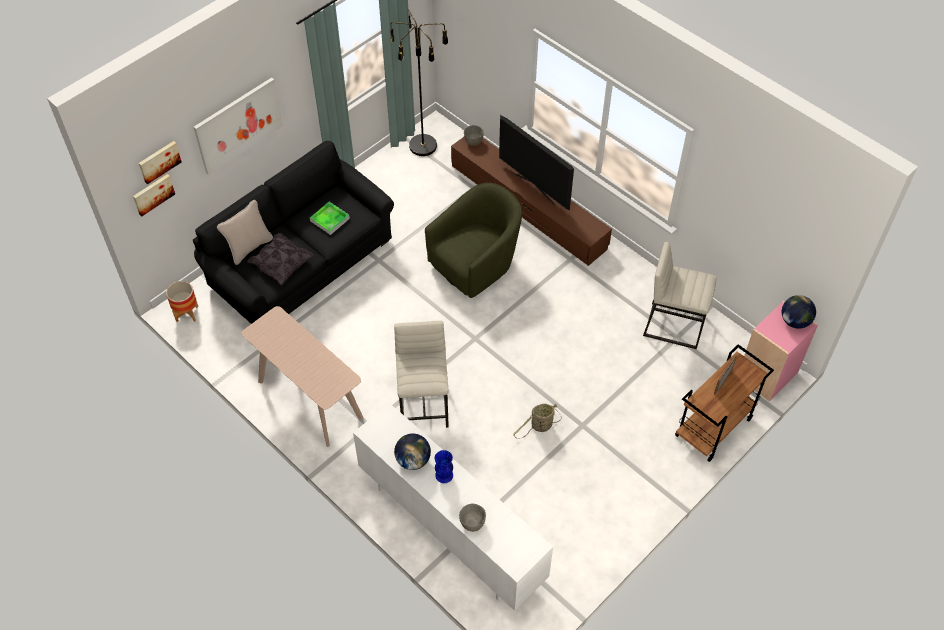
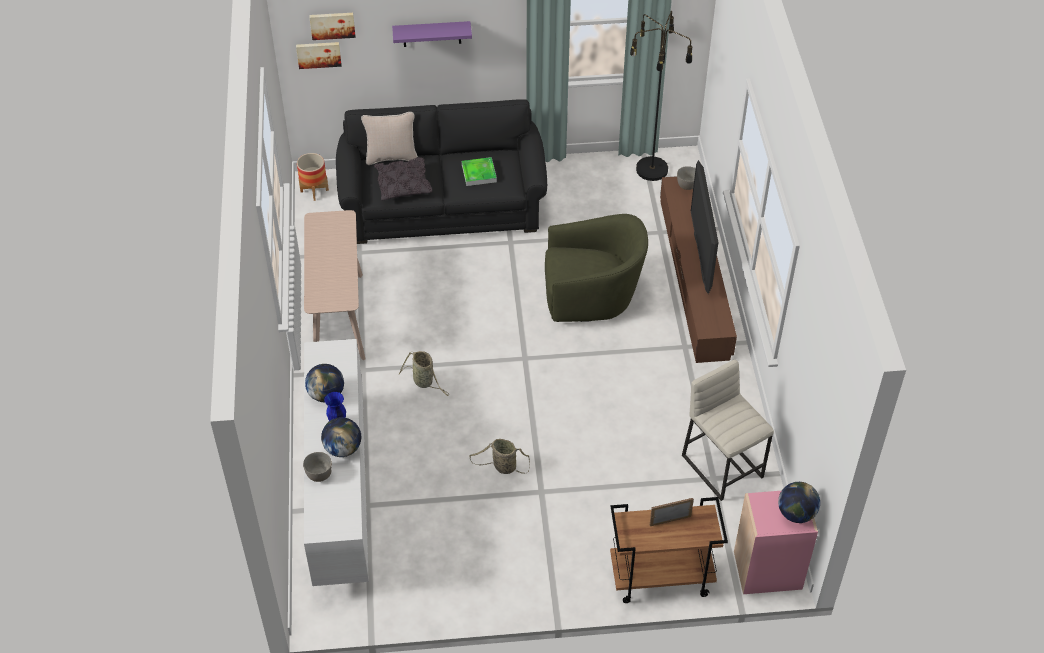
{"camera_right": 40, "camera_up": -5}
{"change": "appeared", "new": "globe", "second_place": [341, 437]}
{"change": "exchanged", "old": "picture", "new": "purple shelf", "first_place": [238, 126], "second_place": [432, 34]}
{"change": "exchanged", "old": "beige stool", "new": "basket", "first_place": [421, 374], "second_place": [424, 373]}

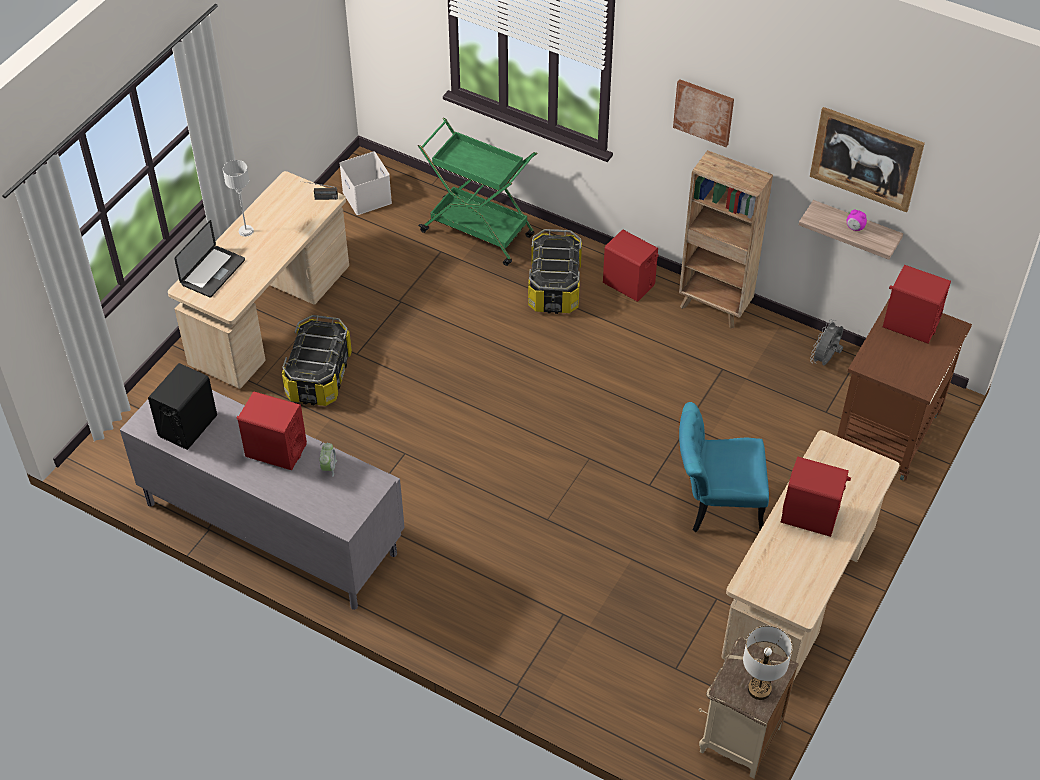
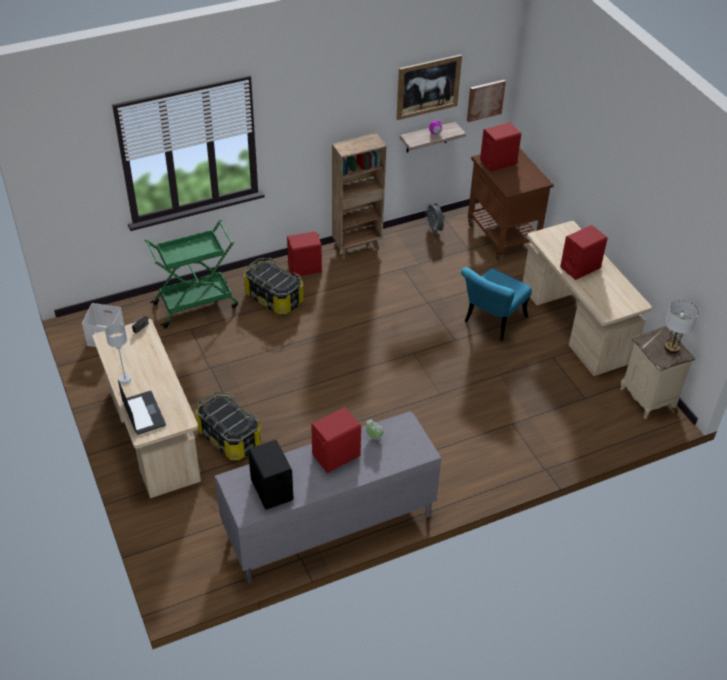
{"camera_right": -55, "camera_up": -5}
{"change": "relocated", "old": "picture", "first_place": [703, 113], "second_place": [486, 101]}

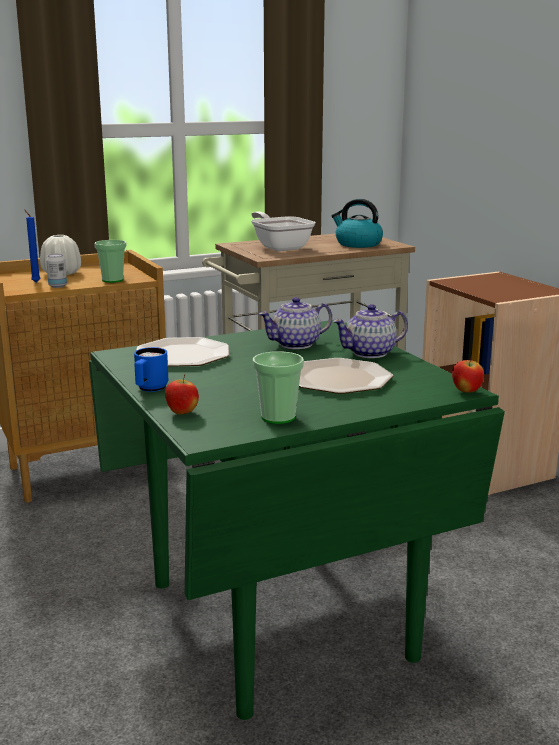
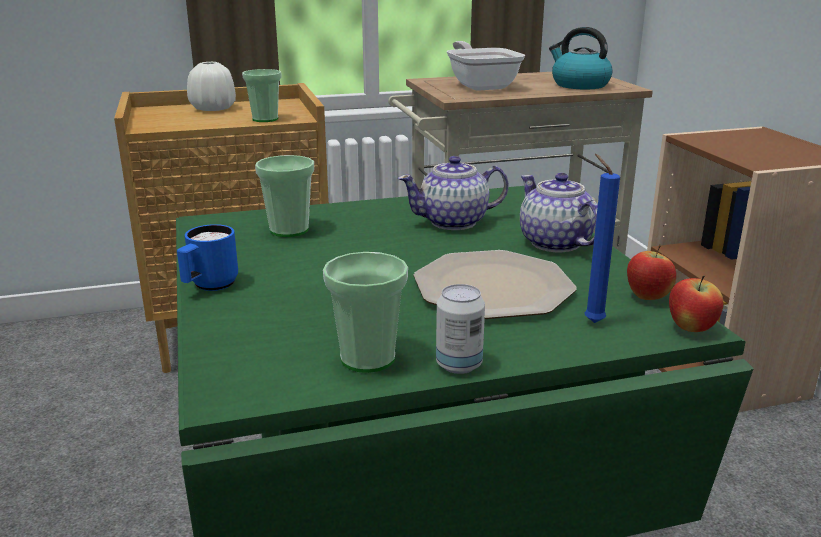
{"camera_right": 10, "camera_up": 5}
{"change": "relocated", "old": "blue candle", "first_place": [32, 246], "second_place": [602, 238]}
{"change": "relocated", "old": "can", "first_place": [56, 271], "second_place": [460, 329]}
{"change": "relocated", "old": "apple", "first_place": [182, 394], "second_place": [651, 272]}
{"change": "exchanged", "old": "plate", "new": "cup", "first_place": [182, 352], "second_place": [284, 196]}
{"change": "spun", "old": "teapot", "first_place": [370, 331], "second_place": [559, 212], "degrees": 75}

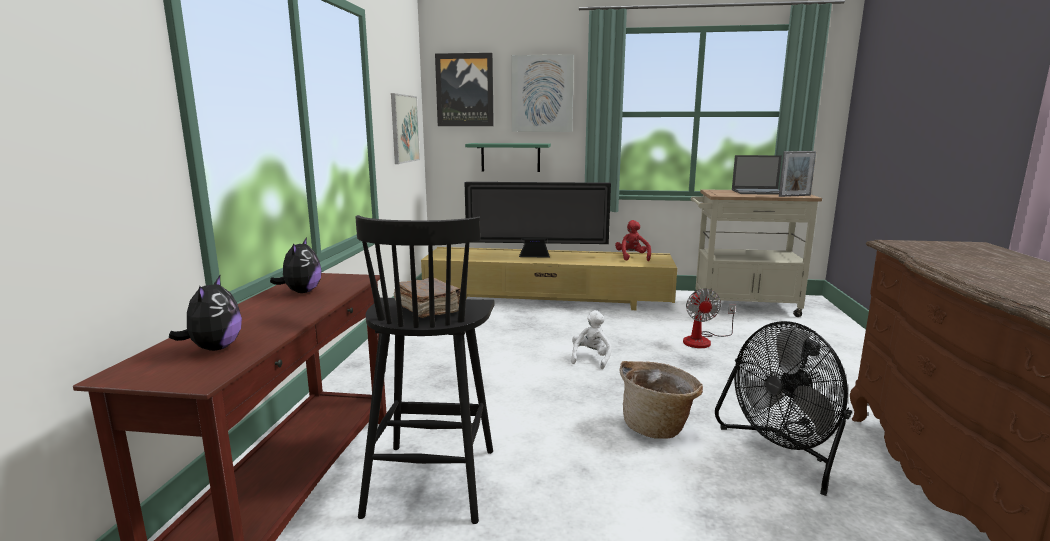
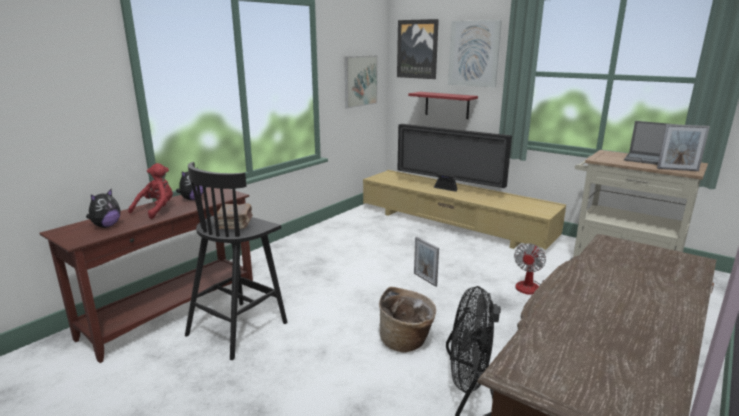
{"camera_right": 30, "camera_up": 5}
{"change": "relocated", "old": "red plush toy", "first_place": [633, 240], "second_place": [150, 191]}
{"change": "exchanged", "old": "white plush toy", "new": "picture frame", "first_place": [591, 339], "second_place": [426, 262]}
{"change": "colour", "old": "green shelf", "new": "red shelf", "first_place": [508, 157], "second_place": [443, 105]}

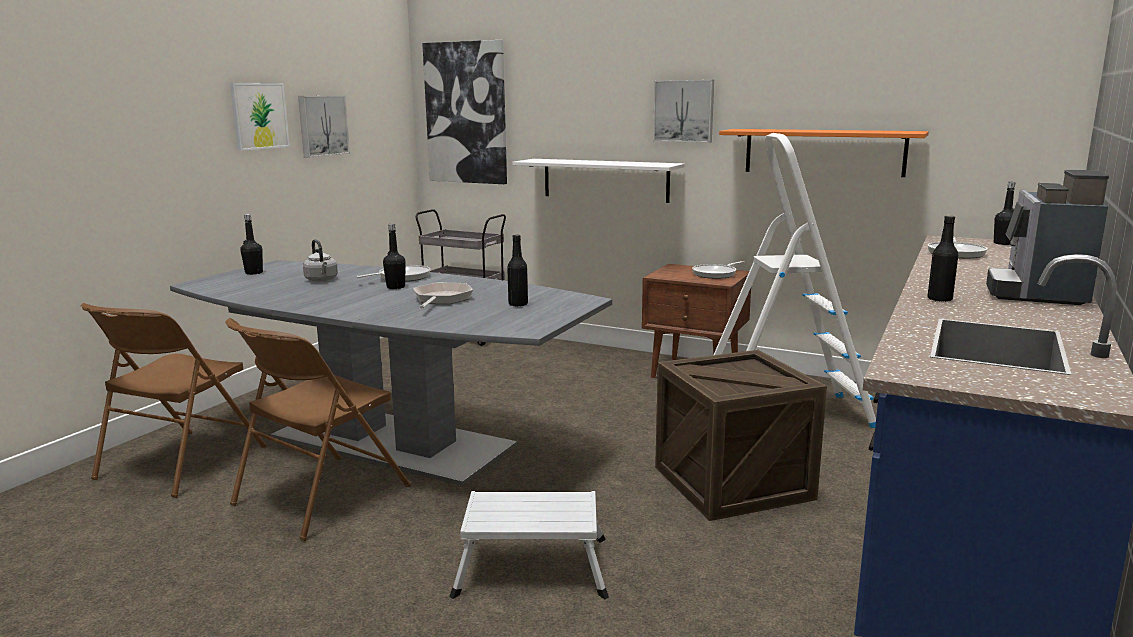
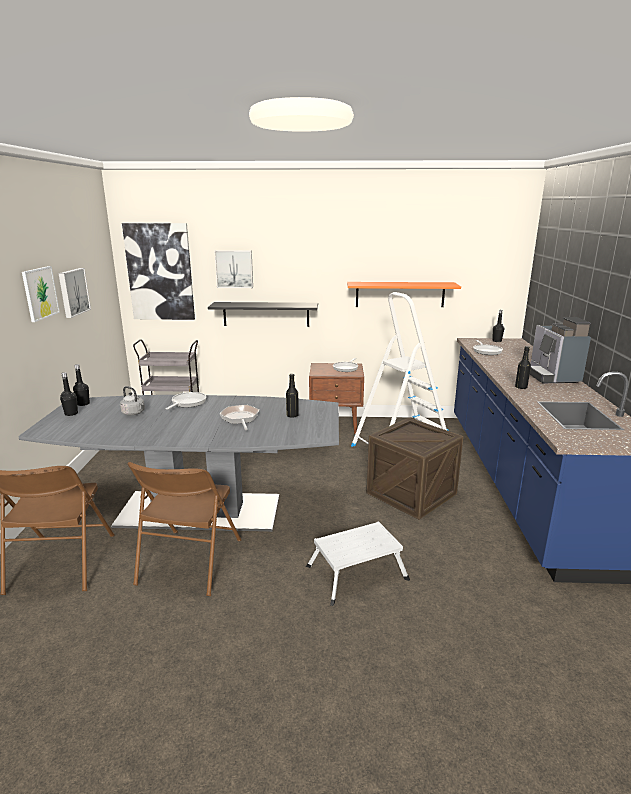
{"camera_right": -25, "camera_up": 5}
{"change": "relocated", "old": "black bottle", "first_place": [394, 256], "second_place": [81, 385]}
{"change": "relocated", "old": "picture", "first_place": [683, 111], "second_place": [234, 269]}
{"change": "colour", "old": "white shelf", "new": "black shelf", "first_place": [599, 181], "second_place": [263, 314]}

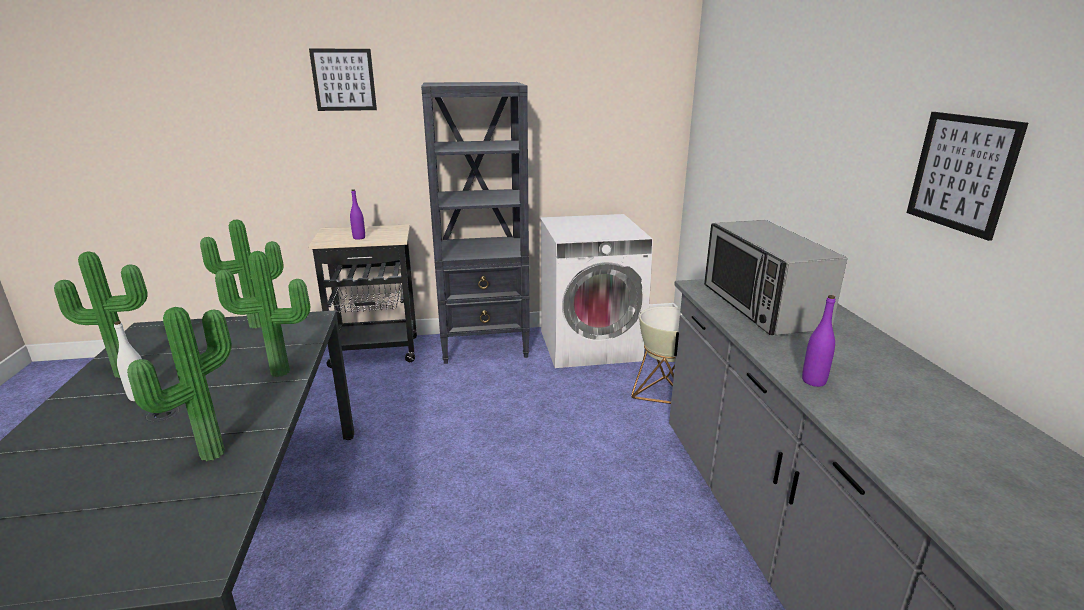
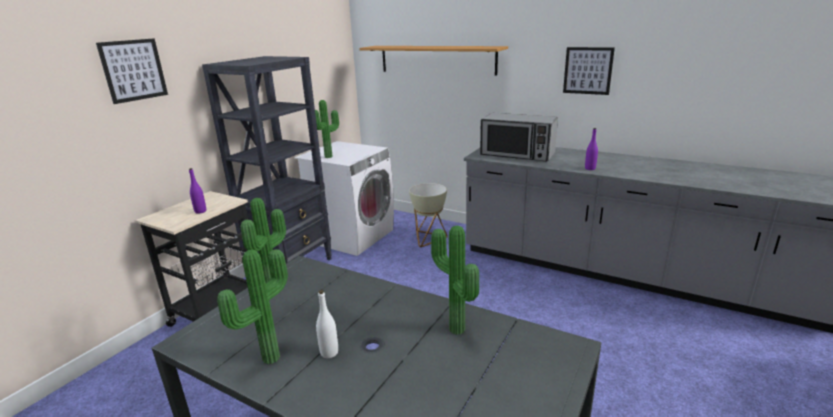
{"camera_right": -50, "camera_up": 0}
{"change": "appeared", "new": "shelf", "second_place": [433, 61]}
{"change": "relocated", "old": "potted plant", "first_place": [262, 314], "second_place": [327, 129]}

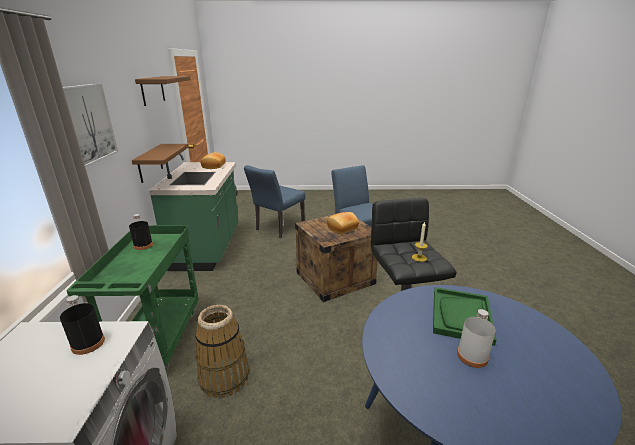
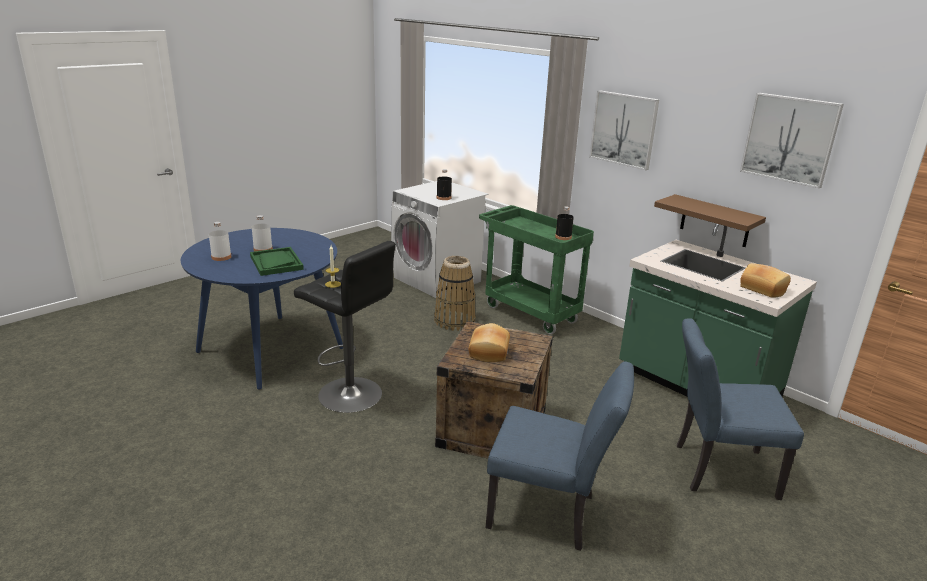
{"camera_right": 135, "camera_up": 0}
{"change": "appeared", "new": "white bottle", "second_place": [220, 241]}
{"change": "exchanged", "old": "brown shelf", "new": "picture", "first_place": [163, 91], "second_place": [792, 141]}
{"change": "spun", "old": "blue chair", "first_place": [274, 201], "second_place": [740, 409], "degrees": -75}

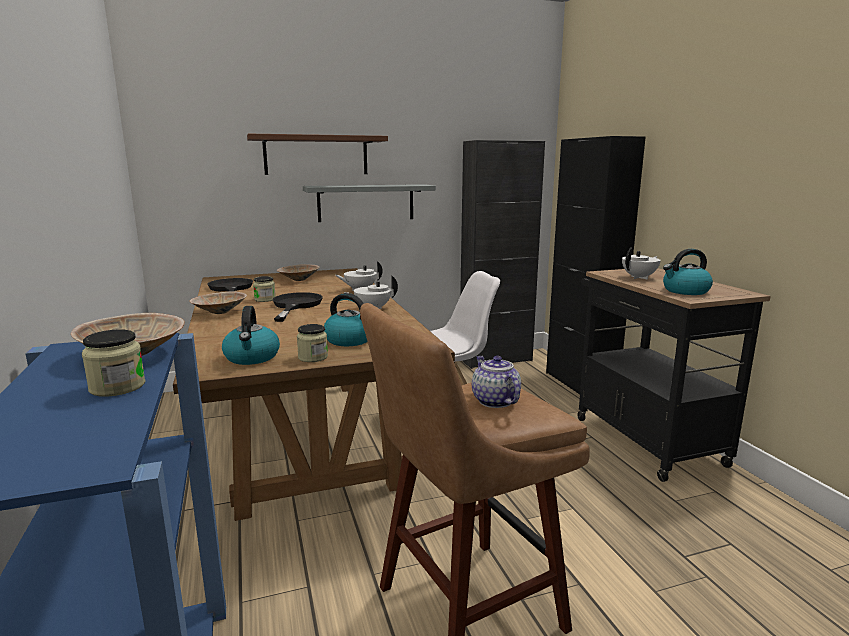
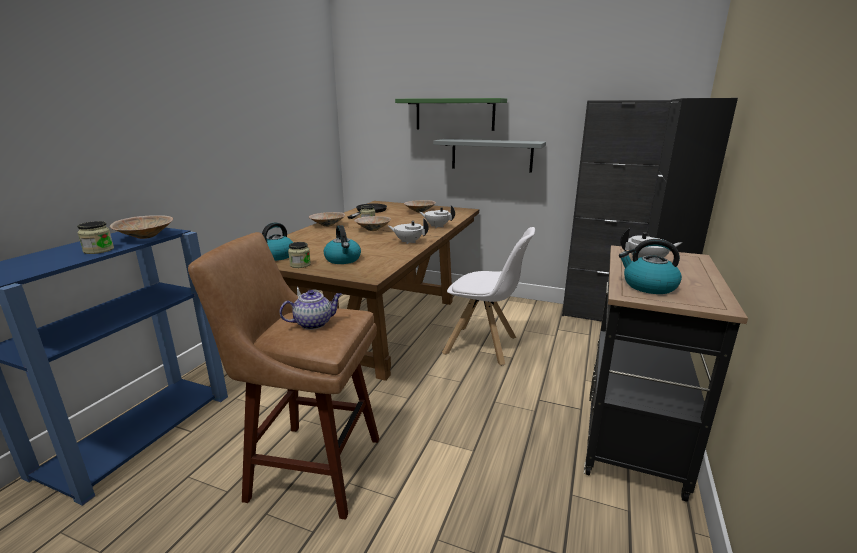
{"camera_right": 40, "camera_up": 5}
{"change": "exchanged", "old": "black frying pan", "new": "beige bowl", "first_place": [297, 307], "second_place": [372, 223]}
{"change": "colour", "old": "brown shelf", "new": "green shelf", "first_place": [317, 154], "second_place": [451, 114]}
{"change": "spun", "old": "teapot", "first_place": [496, 382], "second_place": [310, 310], "degrees": 45}

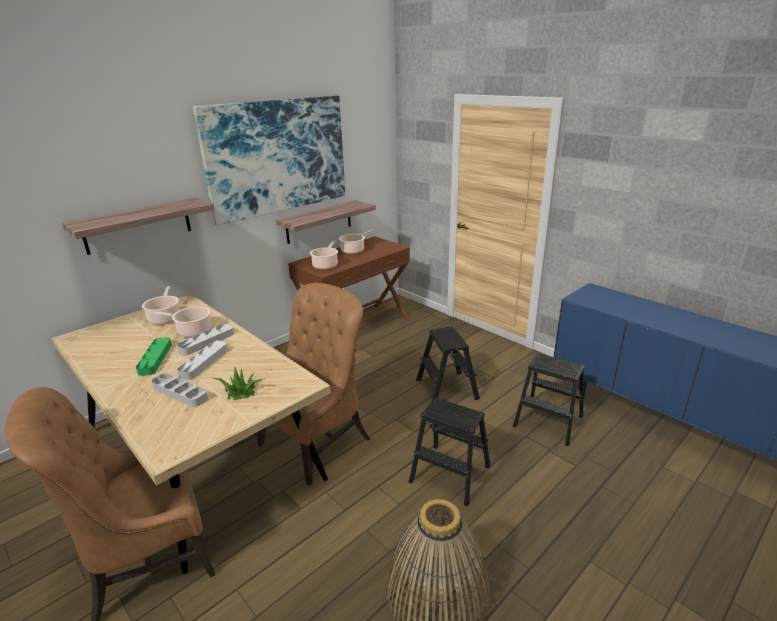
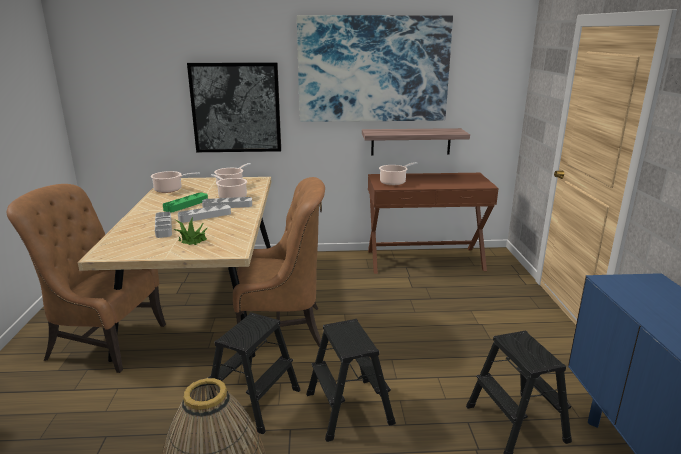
{"camera_right": 40, "camera_up": -5}
{"change": "relocated", "old": "cooking pot", "first_place": [356, 242], "second_place": [175, 182]}
{"change": "relocated", "old": "black step ladder", "first_place": [448, 363], "second_place": [254, 373]}
{"change": "exchanged", "old": "shelf", "new": "picture", "first_place": [138, 226], "second_place": [234, 107]}

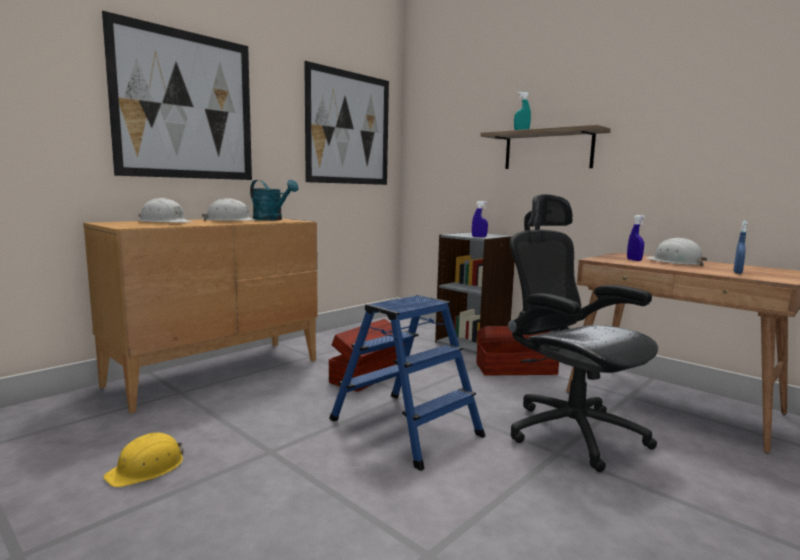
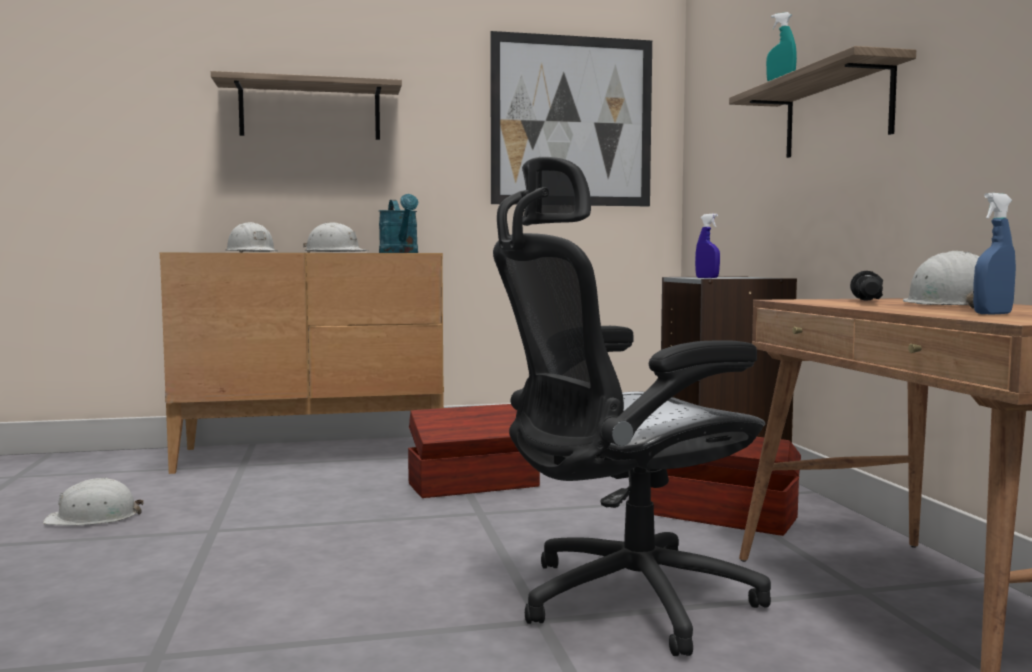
{"camera_right": 35, "camera_up": -5}
{"change": "missing", "old": "blue step ladder", "first_place": [407, 383]}
{"change": "exchanged", "old": "picture", "new": "shelf", "first_place": [177, 95], "second_place": [306, 105]}
{"change": "exchanged", "old": "blue spray bottle", "new": "black flashlight", "first_place": [636, 238], "second_place": [866, 286]}
{"change": "colour", "old": "yellow hard hat", "new": "white hard hat", "first_place": [143, 459], "second_place": [93, 502]}
{"change": "spun", "old": "office chair", "first_place": [583, 333], "second_place": [632, 406], "degrees": -120}

